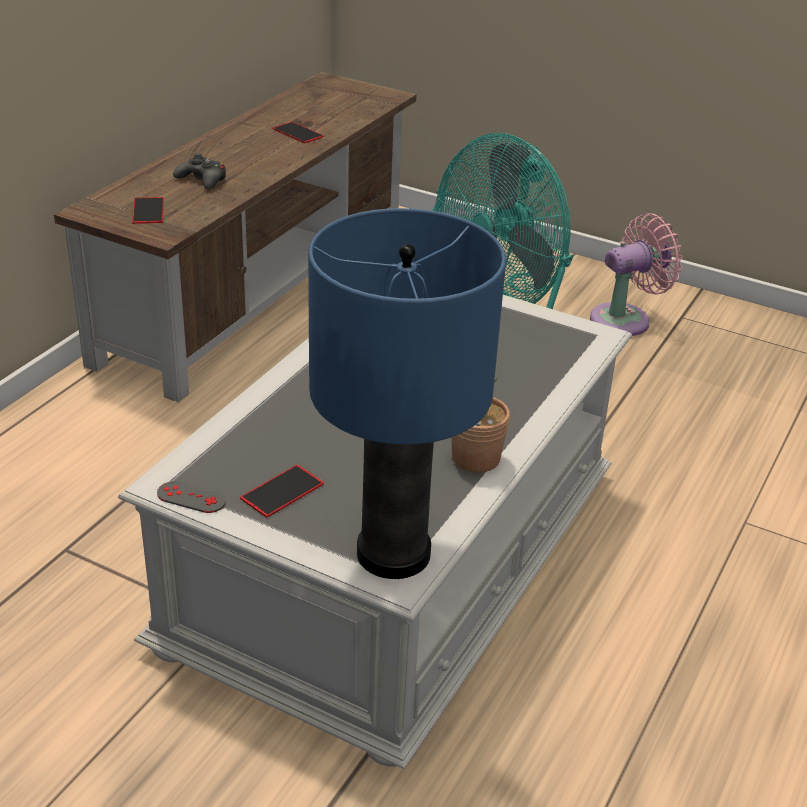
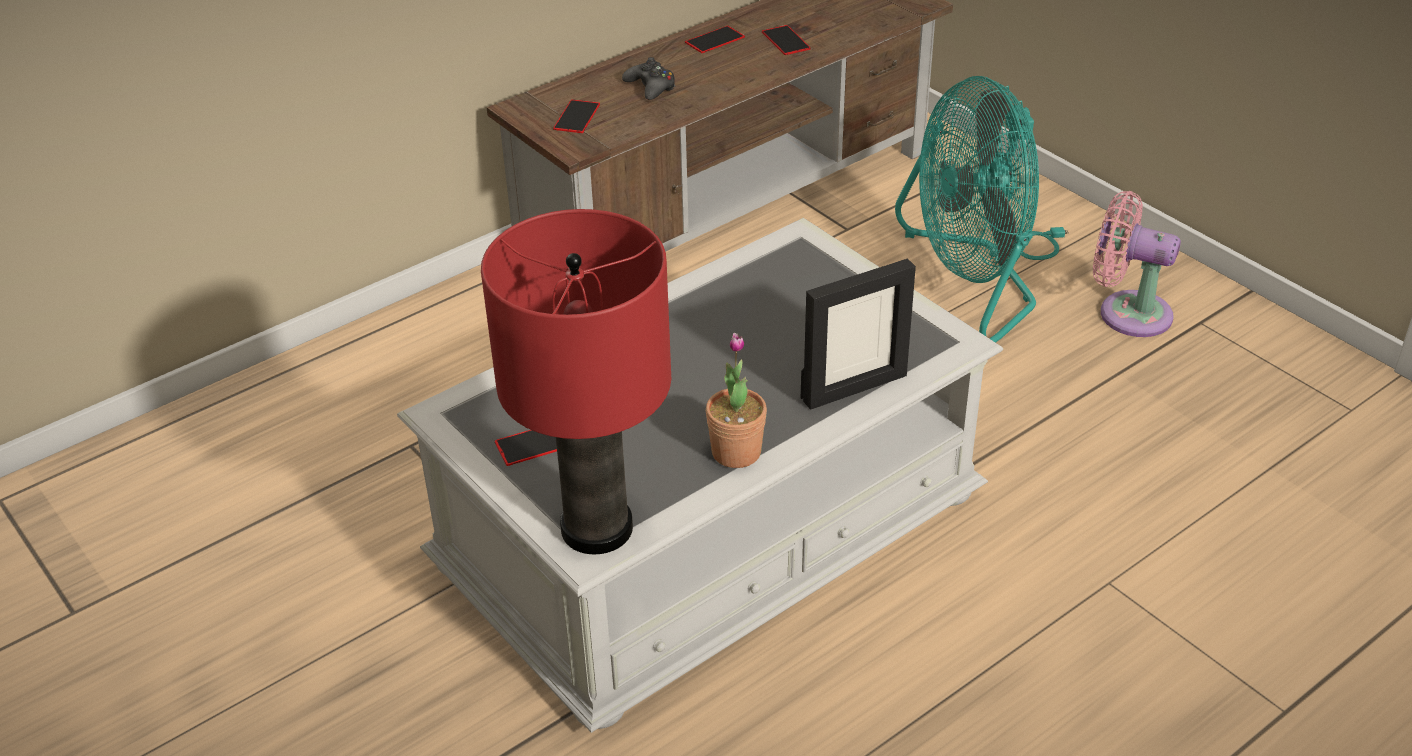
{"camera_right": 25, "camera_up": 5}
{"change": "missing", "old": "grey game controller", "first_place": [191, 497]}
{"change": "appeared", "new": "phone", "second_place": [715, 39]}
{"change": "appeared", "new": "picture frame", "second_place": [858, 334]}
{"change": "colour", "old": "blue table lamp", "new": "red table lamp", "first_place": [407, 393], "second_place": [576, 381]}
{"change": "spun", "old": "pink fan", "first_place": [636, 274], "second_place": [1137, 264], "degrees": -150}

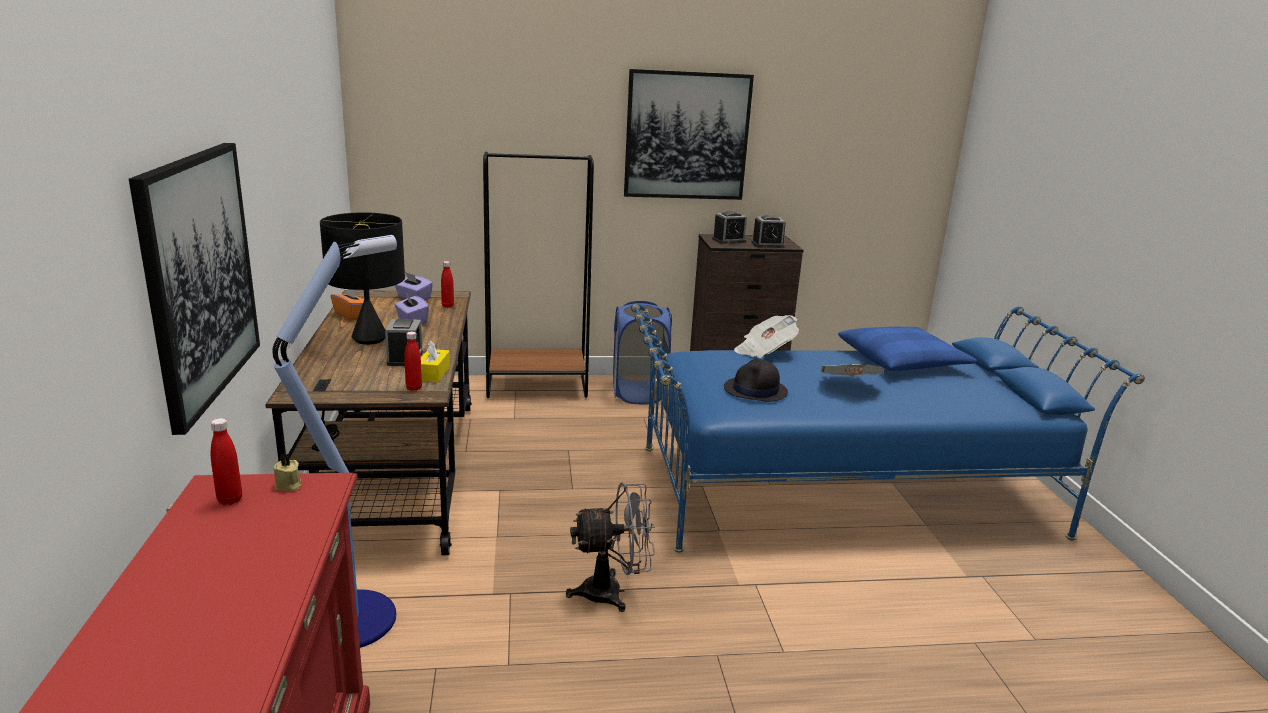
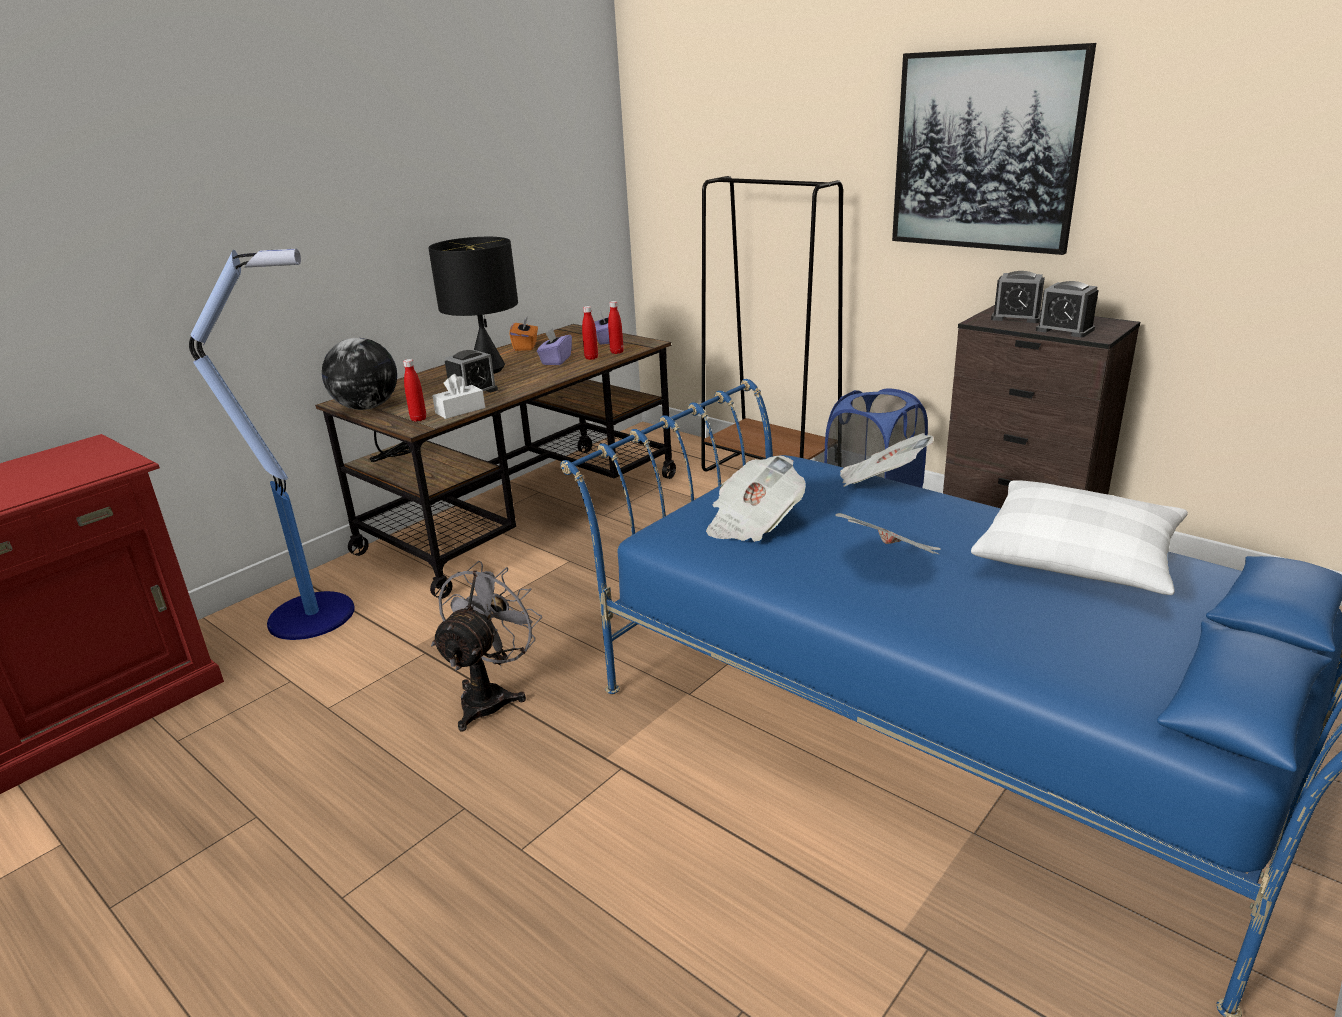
{"camera_right": 50, "camera_up": 5}
{"change": "missing", "old": "picture", "first_place": [194, 289]}
{"change": "missing", "old": "beige candle", "first_place": [287, 472]}
{"change": "appeared", "new": "globe", "second_place": [359, 374]}
{"change": "relocated", "old": "red bottle", "first_place": [226, 461], "second_place": [590, 333]}
{"change": "exchanged", "old": "black hat", "new": "newspaper", "first_place": [756, 380], "second_place": [756, 499]}
{"change": "colour", "old": "yellow tissue box", "new": "white tissue box", "first_place": [435, 361], "second_place": [458, 396]}
{"change": "colour", "old": "blue pillow", "new": "white pillow", "first_place": [907, 349], "second_place": [1079, 537]}
{"change": "spun", "old": "grey fan", "first_place": [610, 547], "second_place": [486, 646], "degrees": -105}

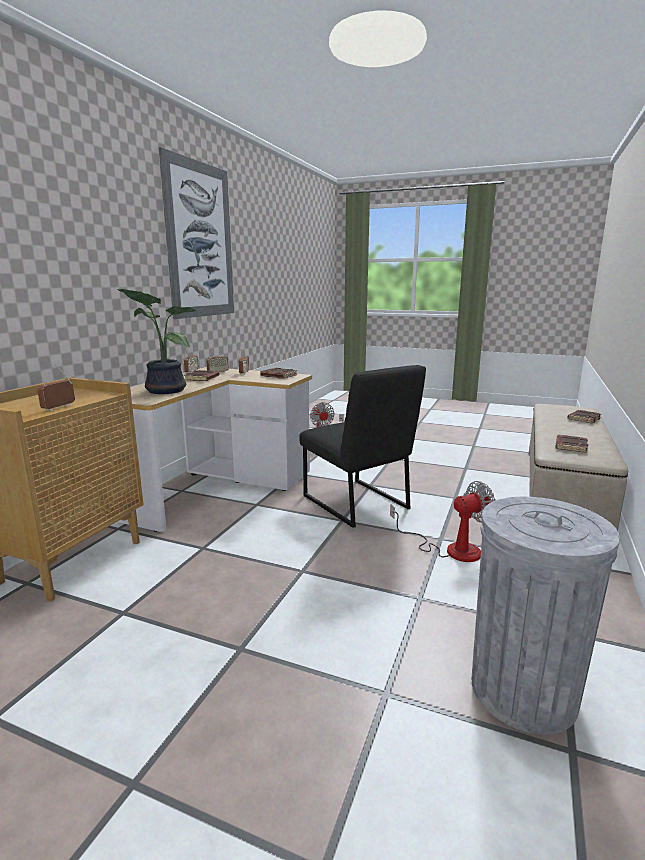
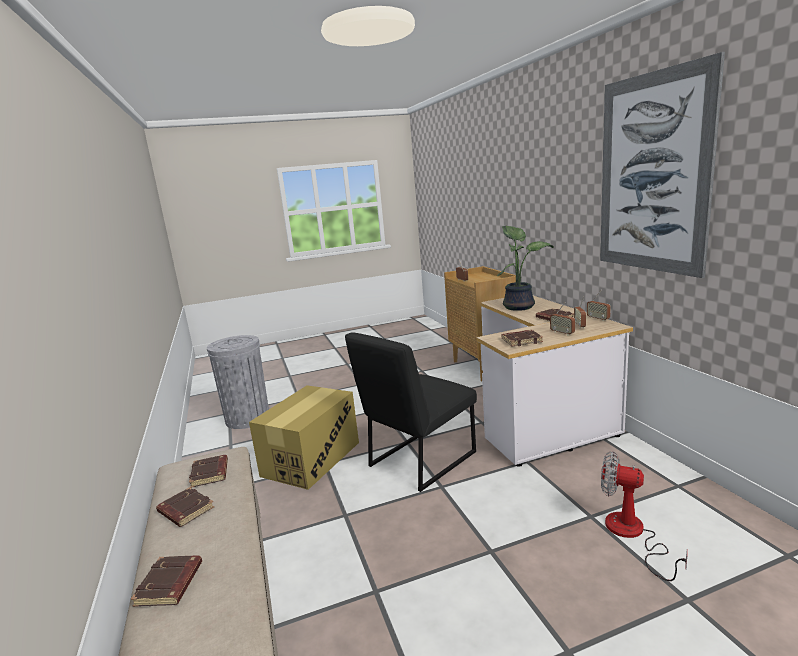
{"camera_right": 140, "camera_up": 0}
{"change": "appeared", "new": "brown book", "second_place": [185, 507]}
{"change": "exchanged", "old": "fan", "new": "cardboard box", "first_place": [443, 521], "second_place": [304, 437]}
{"change": "spun", "old": "black chair", "first_place": [362, 446], "second_place": [411, 412], "degrees": -60}

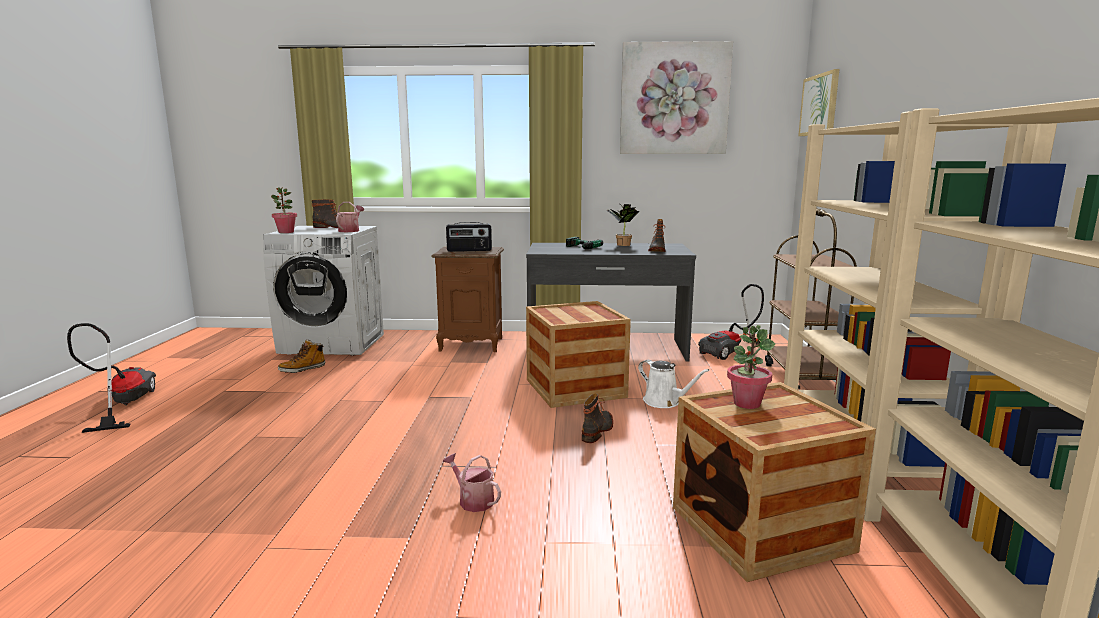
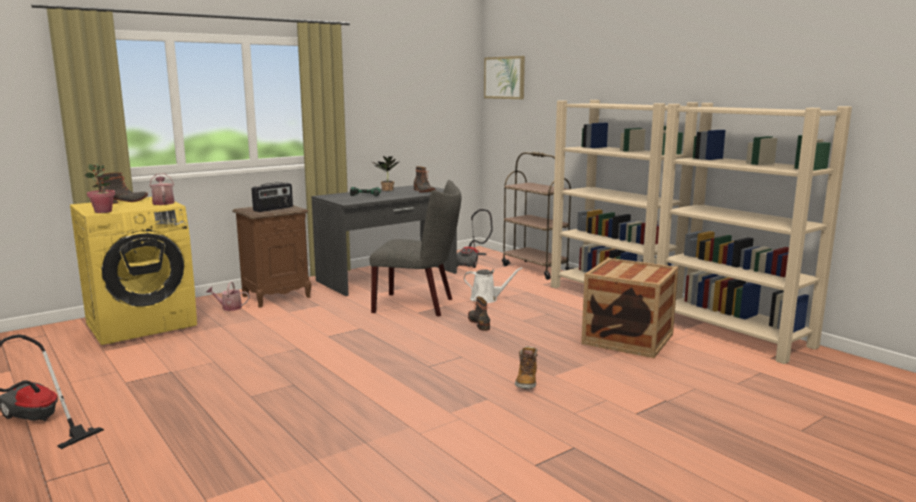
{"camera_right": -40, "camera_up": 0}
{"change": "missing", "old": "picture", "first_place": [676, 97]}
{"change": "missing", "old": "potted plant", "first_place": [751, 367]}
{"change": "relocated", "old": "boot", "first_place": [301, 356], "second_place": [526, 367]}
{"change": "relocated", "old": "watering can", "first_place": [472, 482], "second_place": [227, 296]}
{"change": "exchanged", "old": "crate", "new": "grey chair", "first_place": [578, 354], "second_place": [415, 248]}
{"change": "colour", "old": "white washing machine", "new": "yellow washing machine", "first_place": [324, 290], "second_place": [133, 271]}

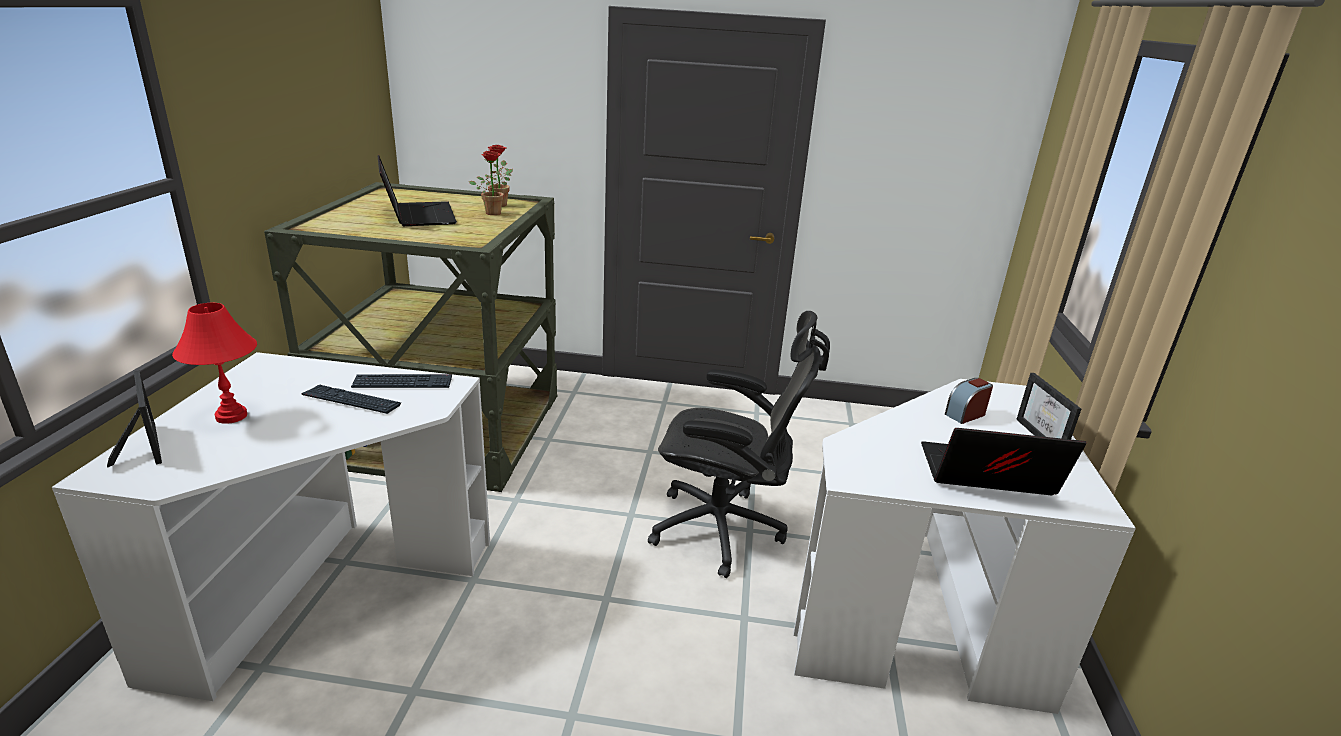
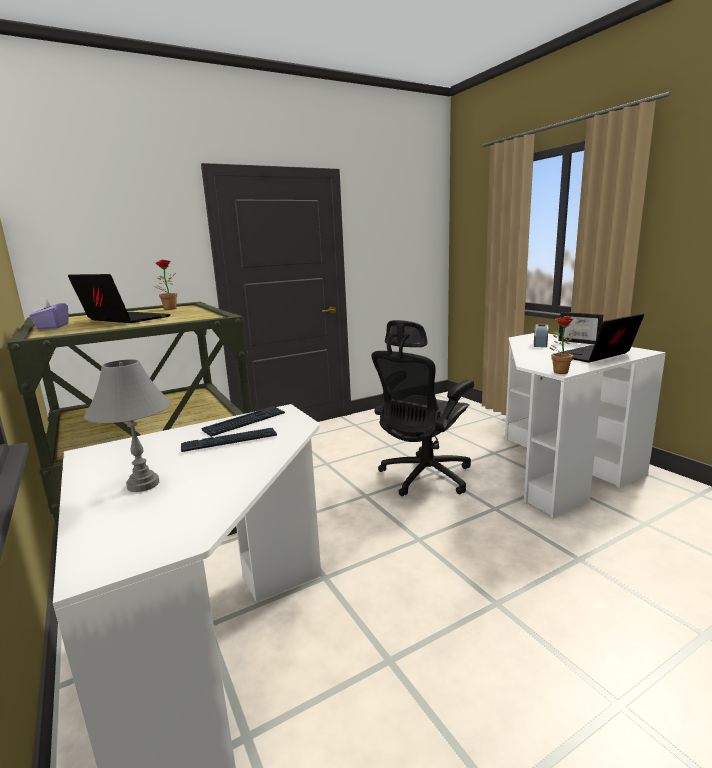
{"camera_right": -35, "camera_up": -10}
{"change": "missing", "old": "picture frame", "first_place": [134, 418]}
{"change": "appeared", "new": "purple tissue box", "second_place": [49, 313]}
{"change": "relocated", "old": "potted plant", "first_place": [491, 183], "second_place": [564, 345]}
{"change": "colour", "old": "red table lamp", "new": "grey table lamp", "first_place": [214, 363], "second_place": [127, 425]}
{"change": "spun", "old": "office chair", "first_place": [739, 444], "second_place": [422, 408], "degrees": 150}

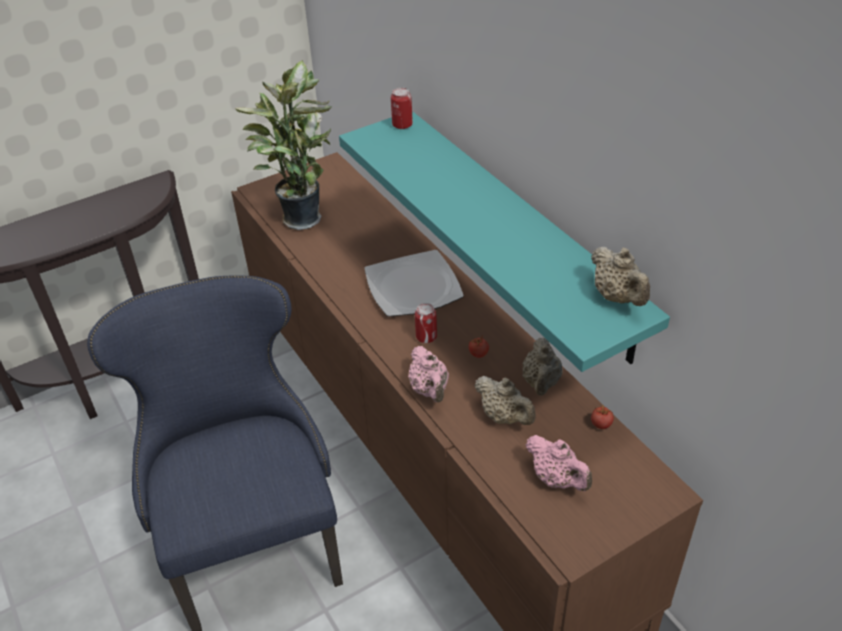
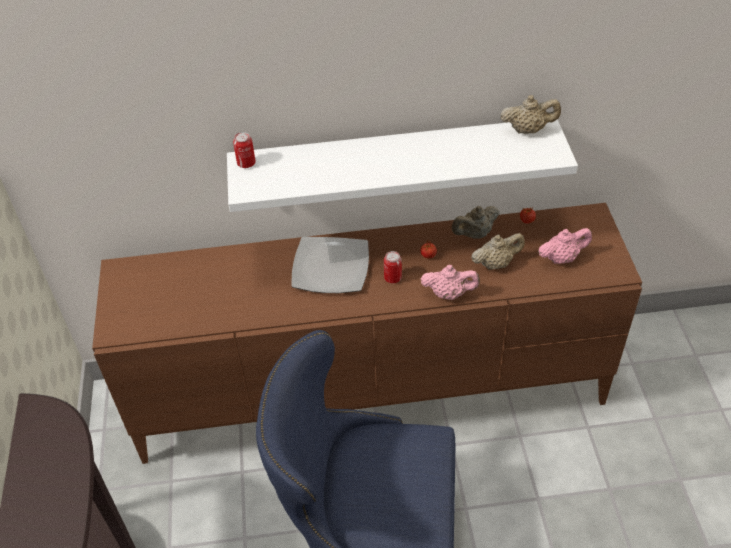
{"camera_right": -65, "camera_up": 5}
{"change": "missing", "old": "potted plant", "first_place": [283, 145]}
{"change": "colour", "old": "turquoise shelf", "new": "white shelf", "first_place": [504, 241], "second_place": [402, 165]}
{"change": "spun", "old": "beige teapot", "first_place": [543, 367], "second_place": [475, 222], "degrees": 120}

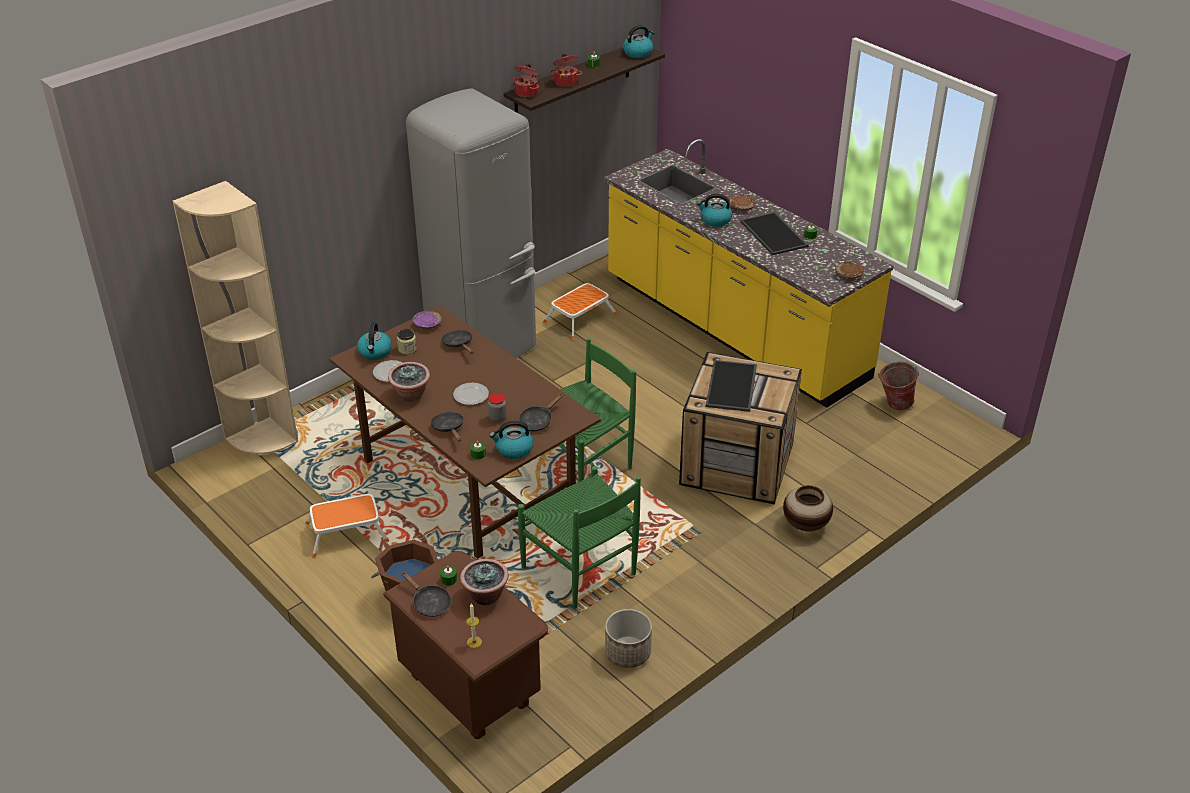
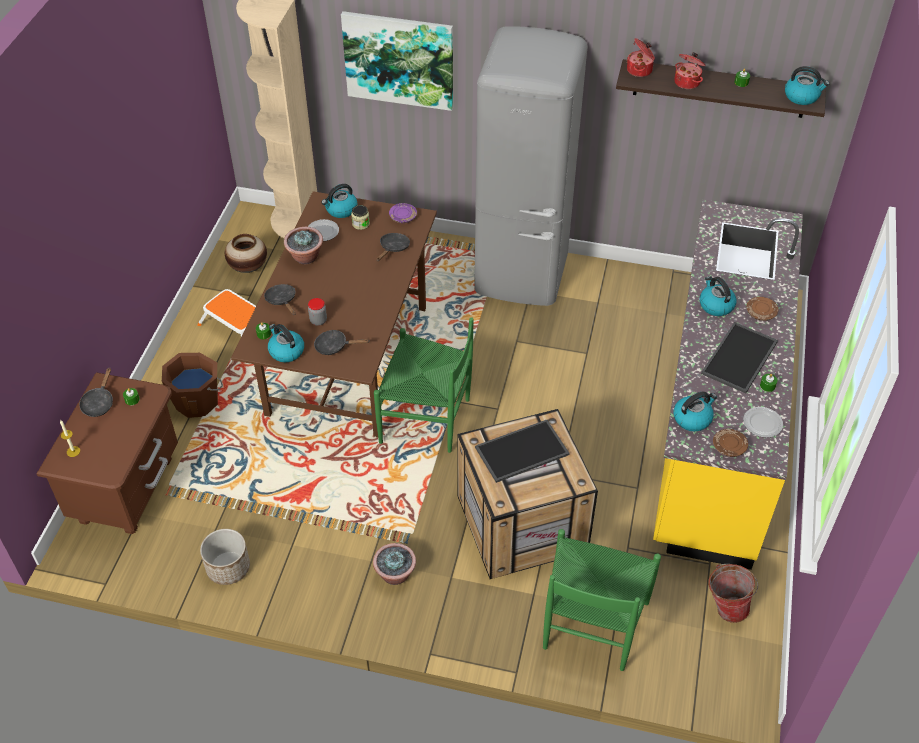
{"camera_right": 55, "camera_up": 10}
{"change": "missing", "old": "orange step ladder", "first_place": [580, 311]}
{"change": "appeared", "new": "picture", "second_place": [397, 61]}
{"change": "appeared", "new": "kettle", "second_place": [695, 411]}
{"change": "relocated", "old": "plate", "first_place": [471, 394], "second_place": [763, 422]}
{"change": "relocated", "old": "potted plant", "first_place": [484, 582], "second_place": [394, 564]}
{"change": "relocated", "old": "green chair", "first_place": [579, 537], "second_place": [602, 600]}
{"change": "relocated", "old": "vase", "first_place": [808, 508], "second_place": [246, 253]}
{"change": "spun", "old": "black frying pan", "first_place": [447, 427], "second_place": [280, 299], "degrees": -60}

